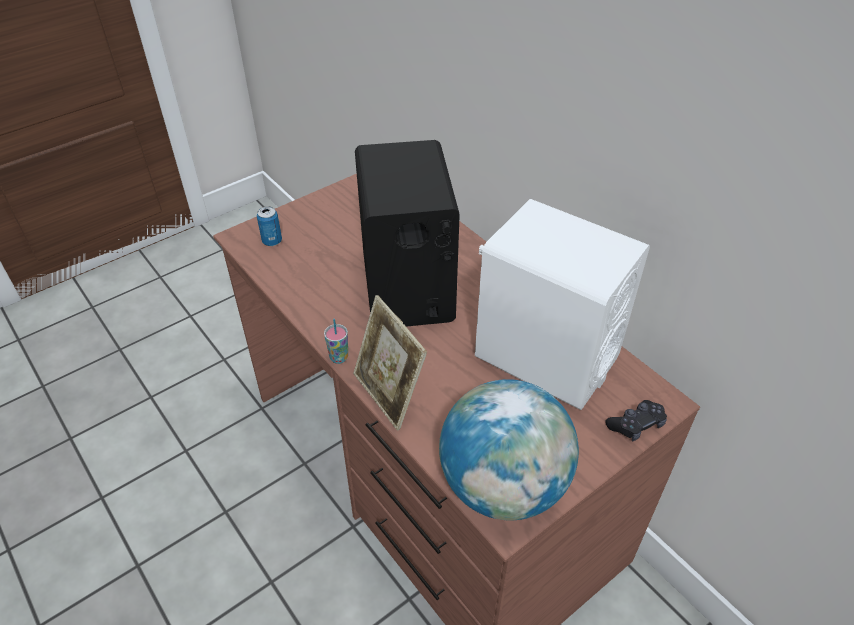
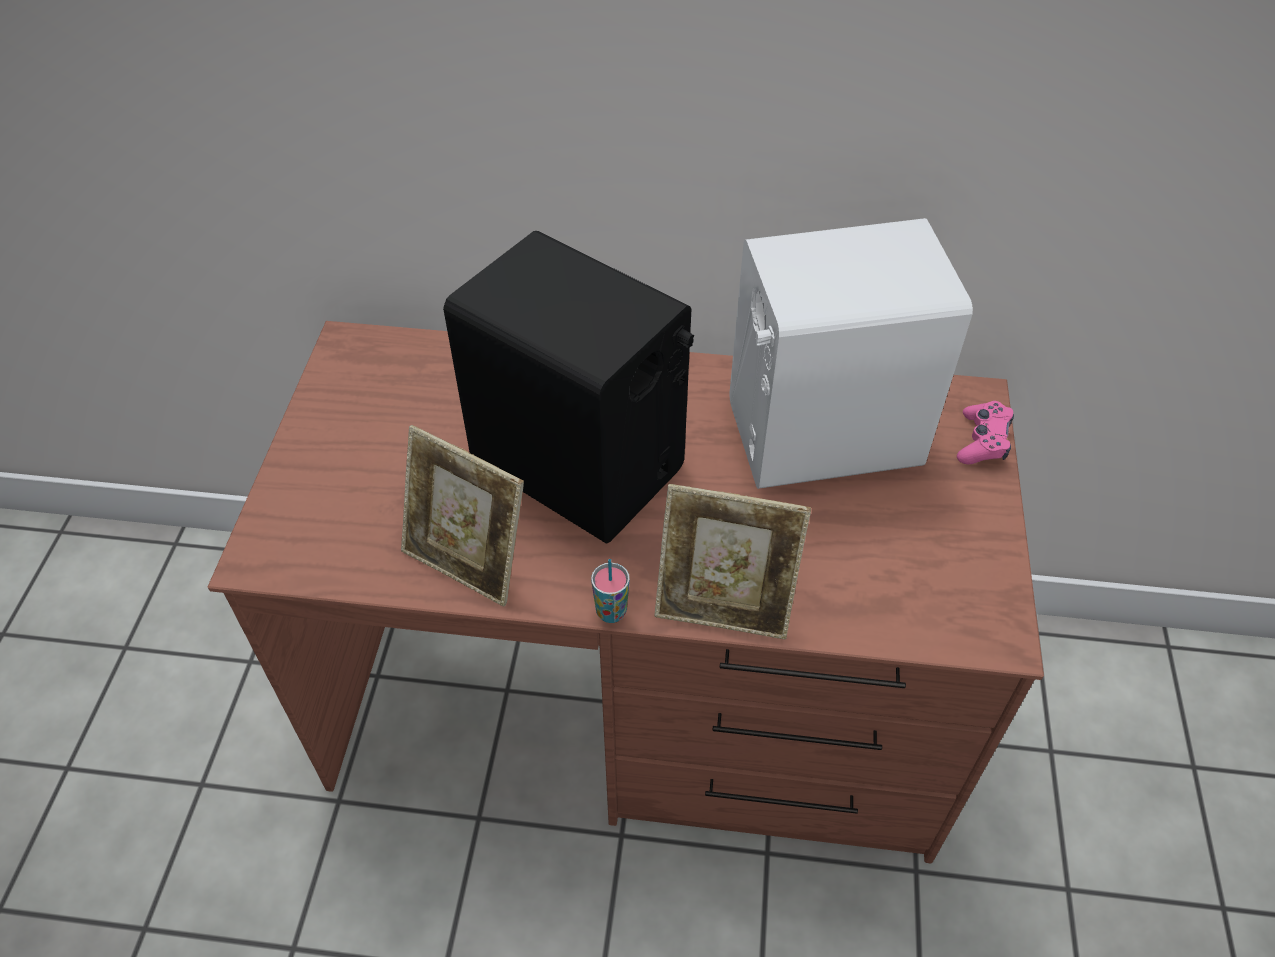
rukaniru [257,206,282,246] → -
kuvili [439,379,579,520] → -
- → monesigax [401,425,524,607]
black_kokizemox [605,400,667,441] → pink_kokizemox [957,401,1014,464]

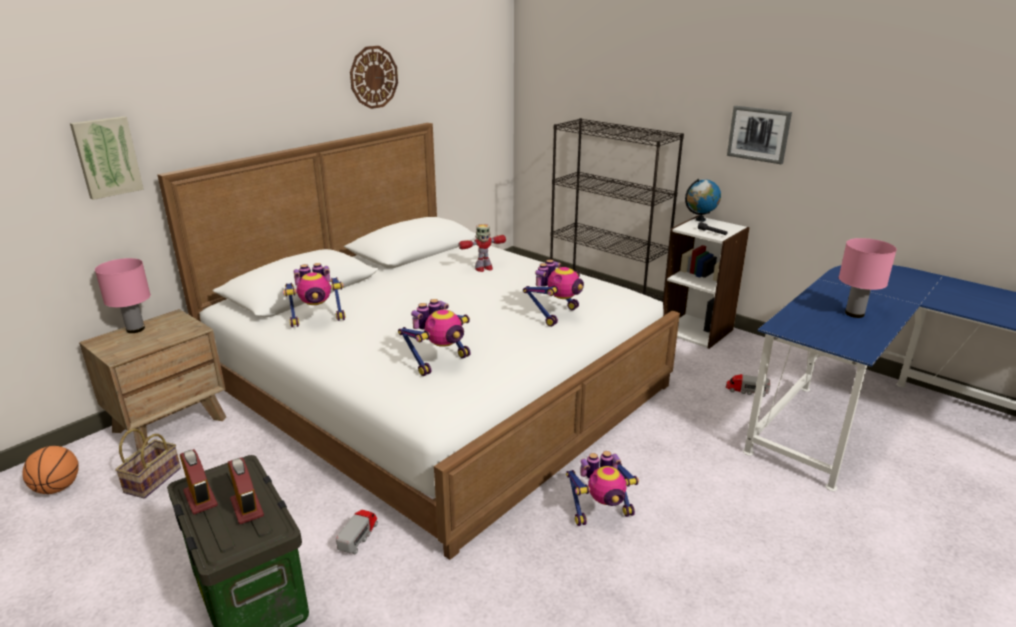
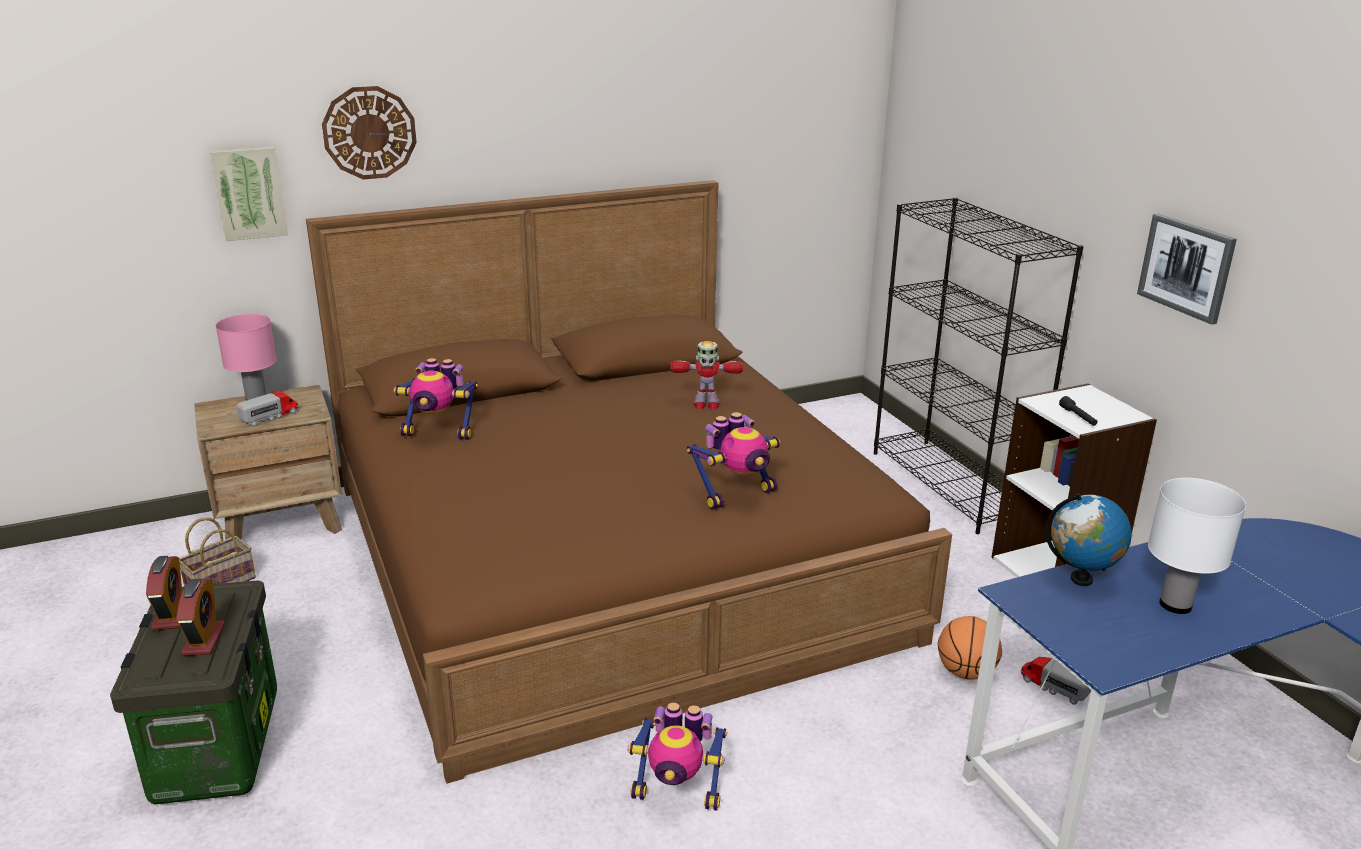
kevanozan [398,299,471,376] → -
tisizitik [22,446,79,494] → tisizitik [938,616,1002,680], relocated
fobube [336,510,378,554] → fobube [236,392,298,427], relocated
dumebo [350,46,398,109] → dumebo [322,86,417,180], relocated
kuvili [685,179,721,222] → kuvili [1045,493,1132,586], relocated
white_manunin [157,123,680,560] → brown_manunin [306,180,952,783]
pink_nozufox [839,238,897,318] → white_nozufox [1148,478,1246,614]

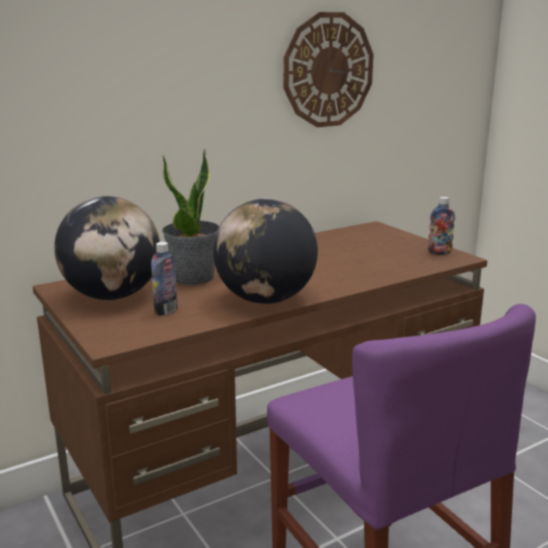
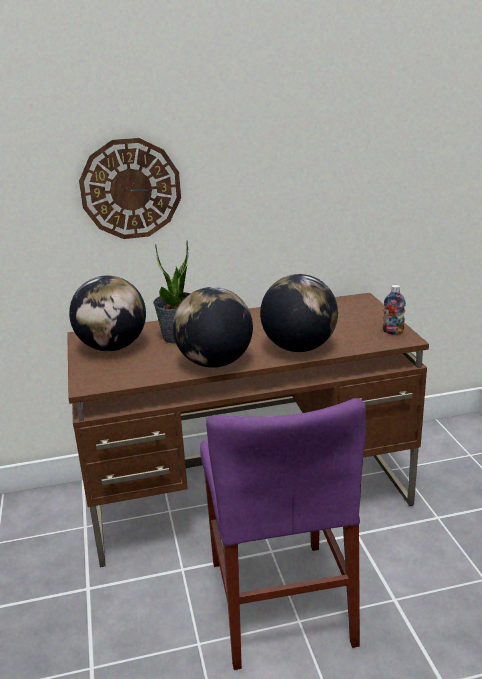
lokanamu [151,242,177,316] → -
- → kuvili [260,274,338,352]
dumebo [284,12,374,127] → dumebo [79,138,181,239], relocated

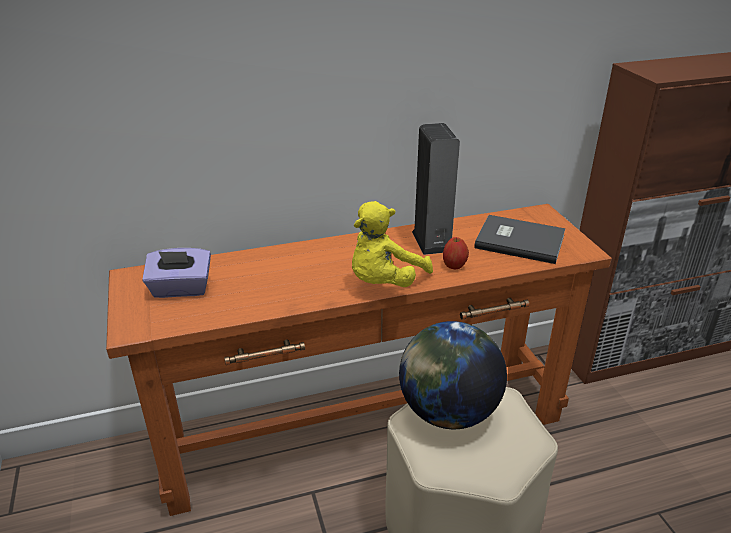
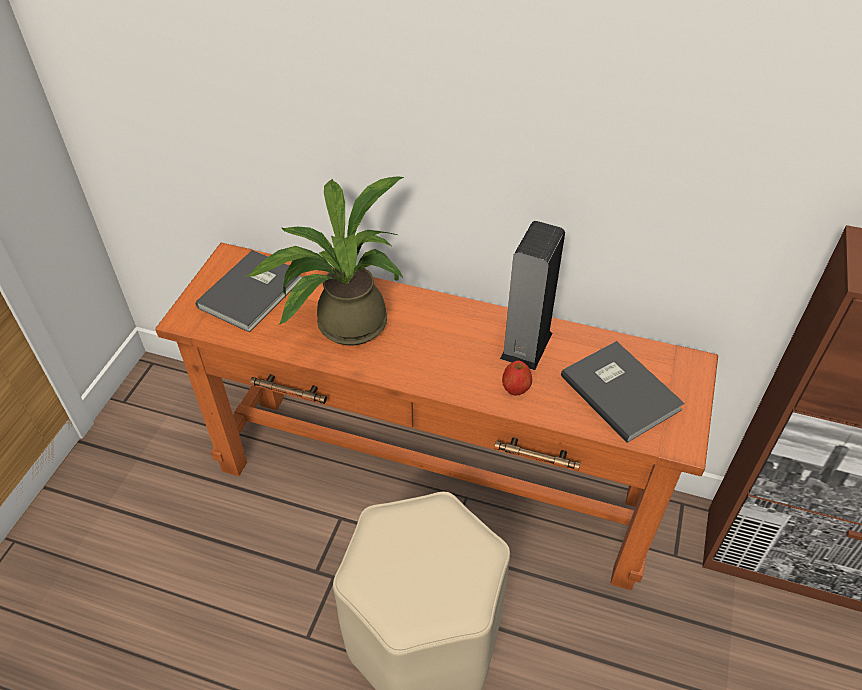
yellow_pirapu [352,201,433,287] → -
kuvili [399,321,507,429] → -
- → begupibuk [244,177,404,345]
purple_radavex [142,248,211,298] → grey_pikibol [196,250,302,333]

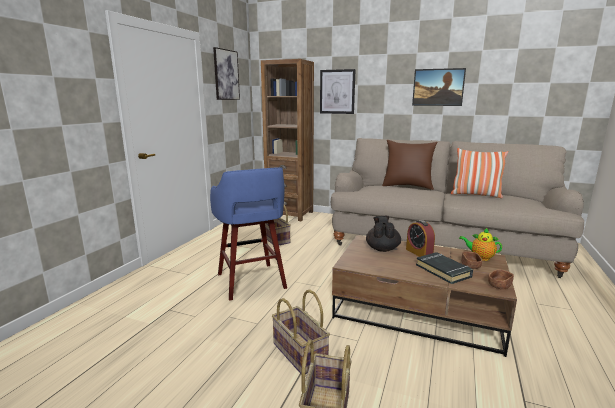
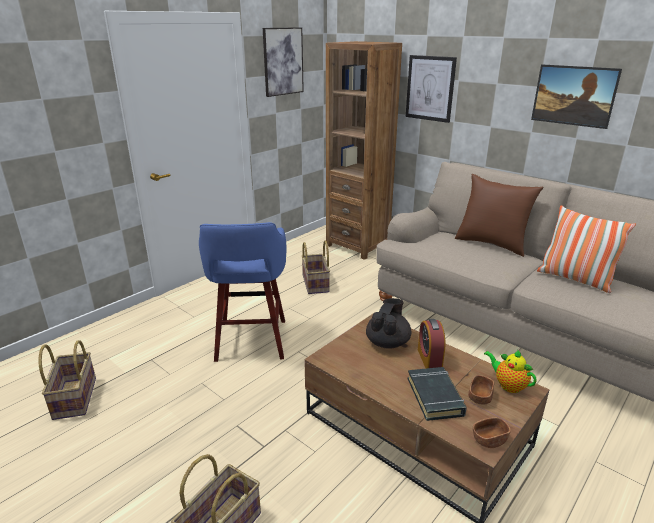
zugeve [272,290,330,374] → zugeve [39,340,96,420], relocated

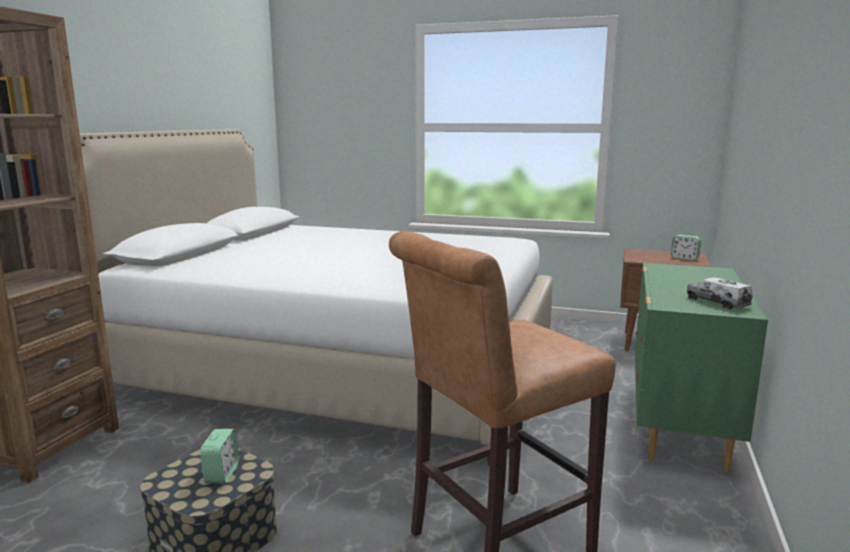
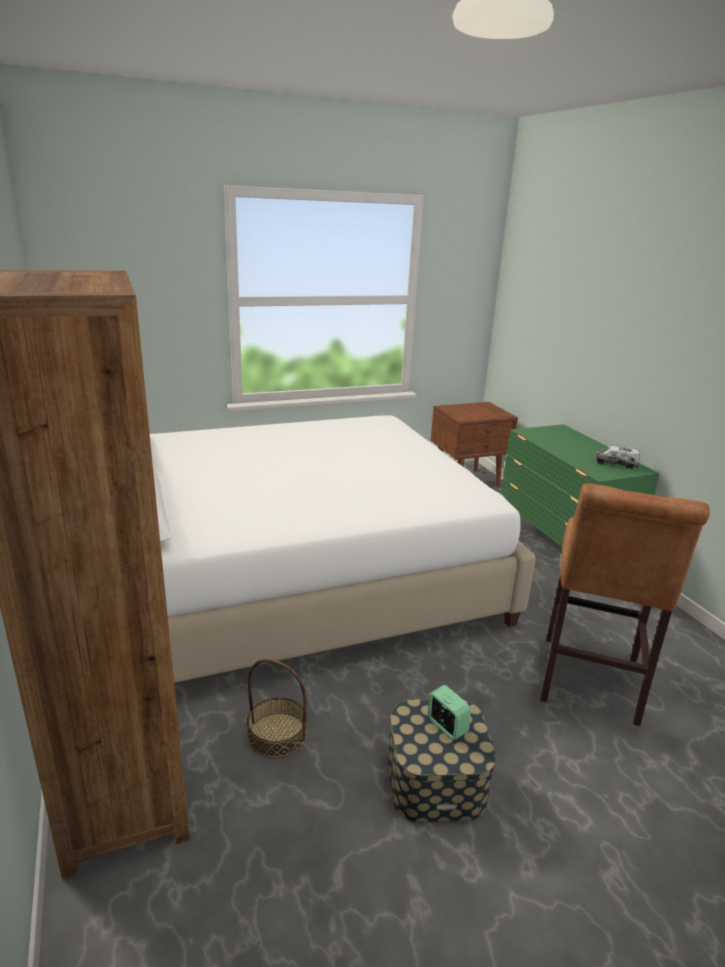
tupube [671,235,701,260] → -
- → zugeve [247,659,307,758]

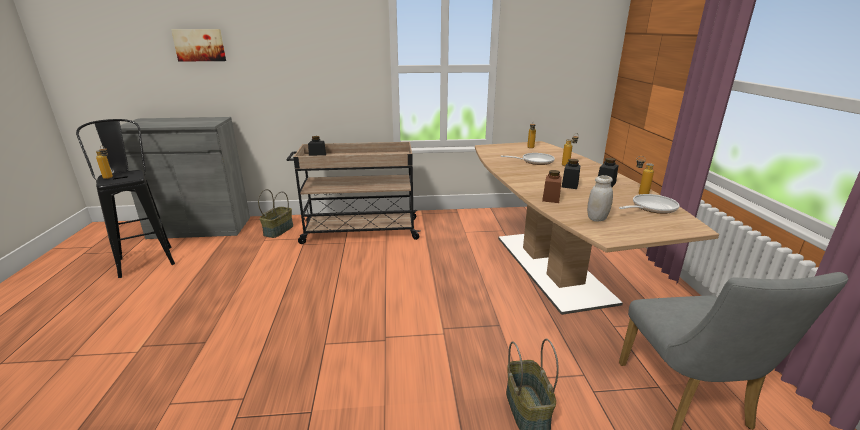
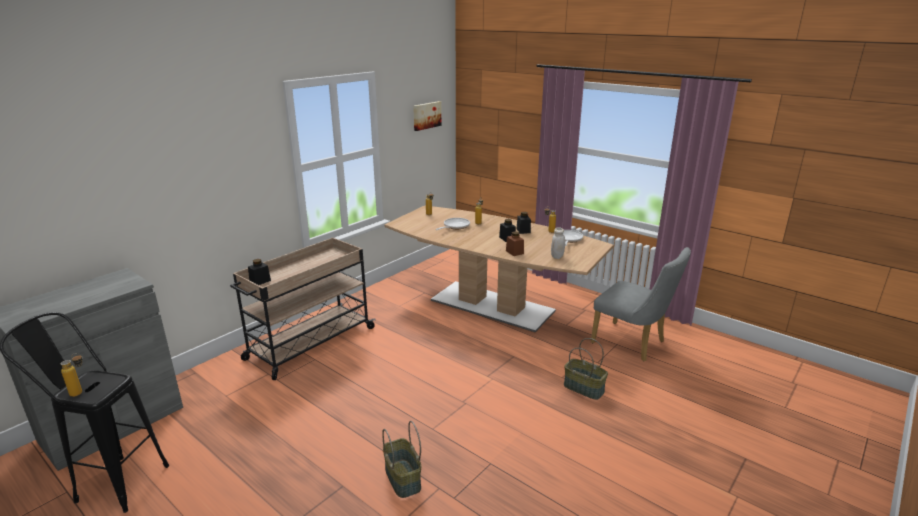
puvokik [171,29,226,61] → puvokik [413,101,441,131], relocated
zugeve [258,189,293,238] → zugeve [382,421,422,498], relocated

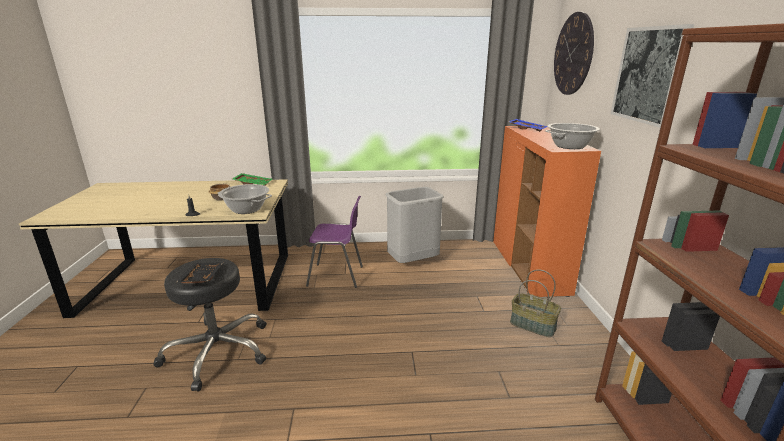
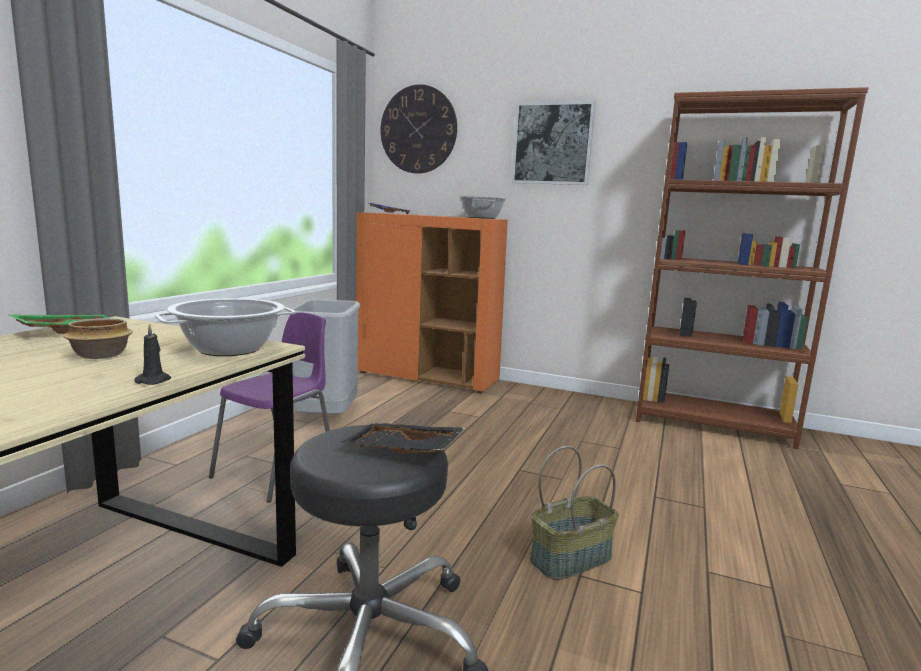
zugeve [510,270,561,337] → zugeve [530,446,619,580], relocated

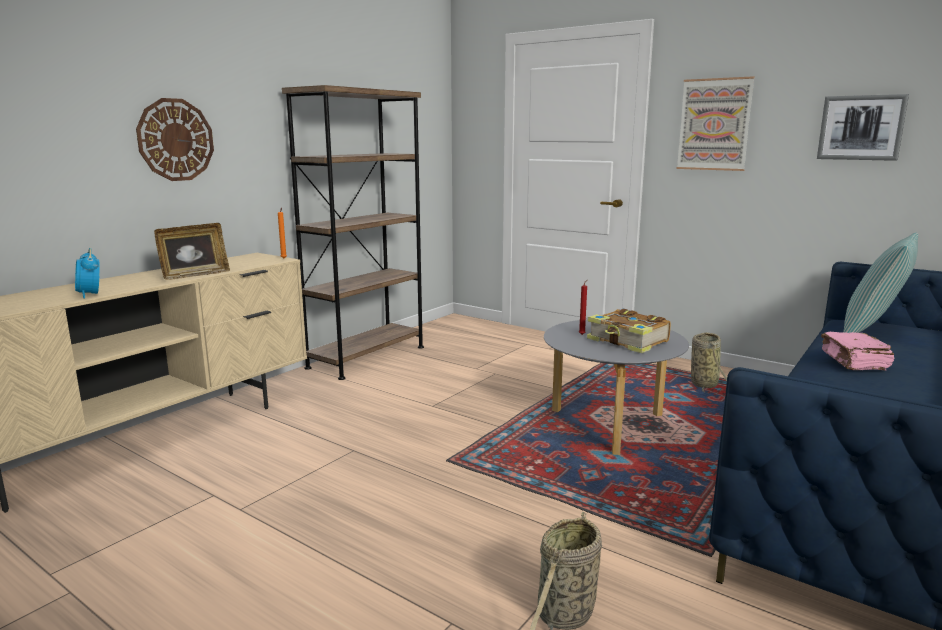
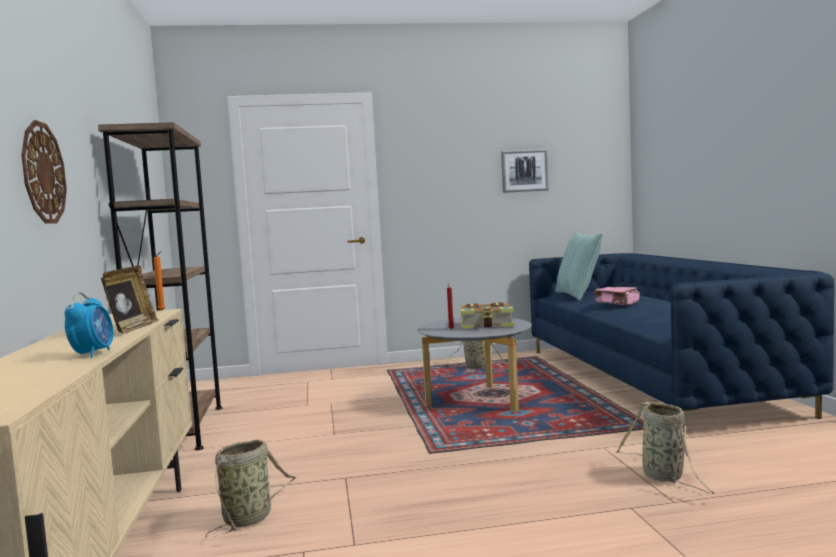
puvokik [677,76,755,171] → -
- → zugeve [206,440,296,537]
tupube [75,248,100,299] → tupube [64,292,114,358], 105 degrees counterclockwise

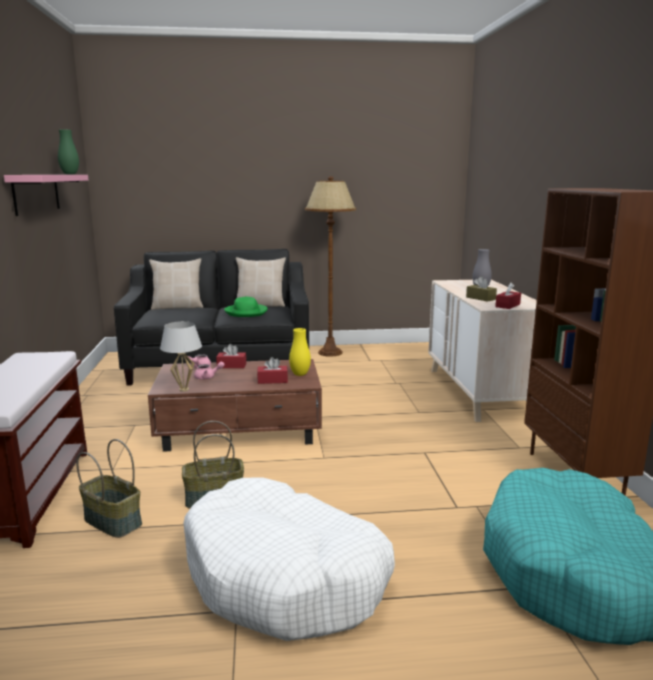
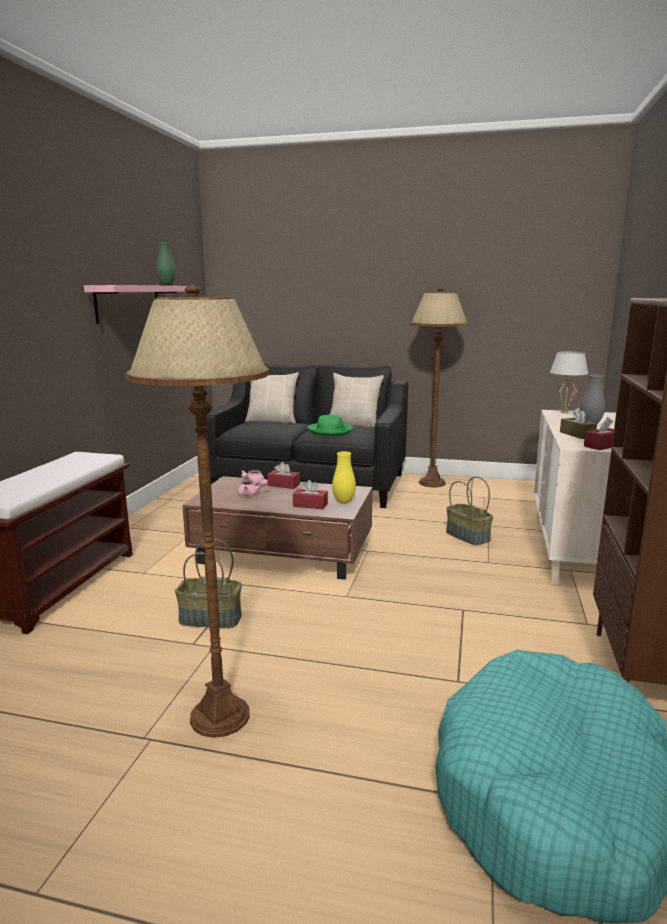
zugeve [76,439,142,538] → zugeve [446,476,493,546], relocated
white_nozufox [160,321,202,392] → white_nozufox [550,351,588,413], relocated
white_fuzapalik [183,477,395,641] → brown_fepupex [126,284,269,738]

